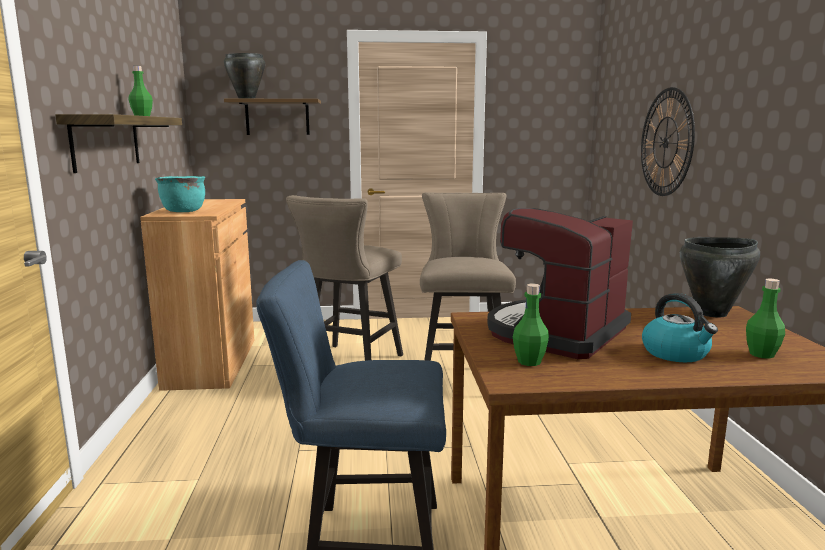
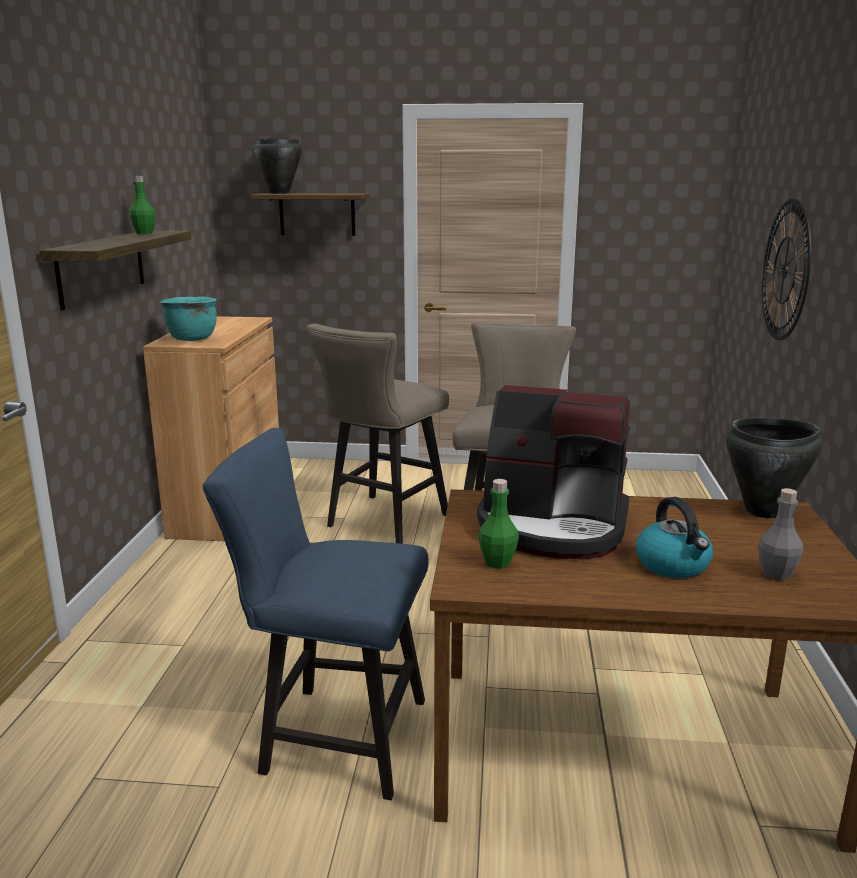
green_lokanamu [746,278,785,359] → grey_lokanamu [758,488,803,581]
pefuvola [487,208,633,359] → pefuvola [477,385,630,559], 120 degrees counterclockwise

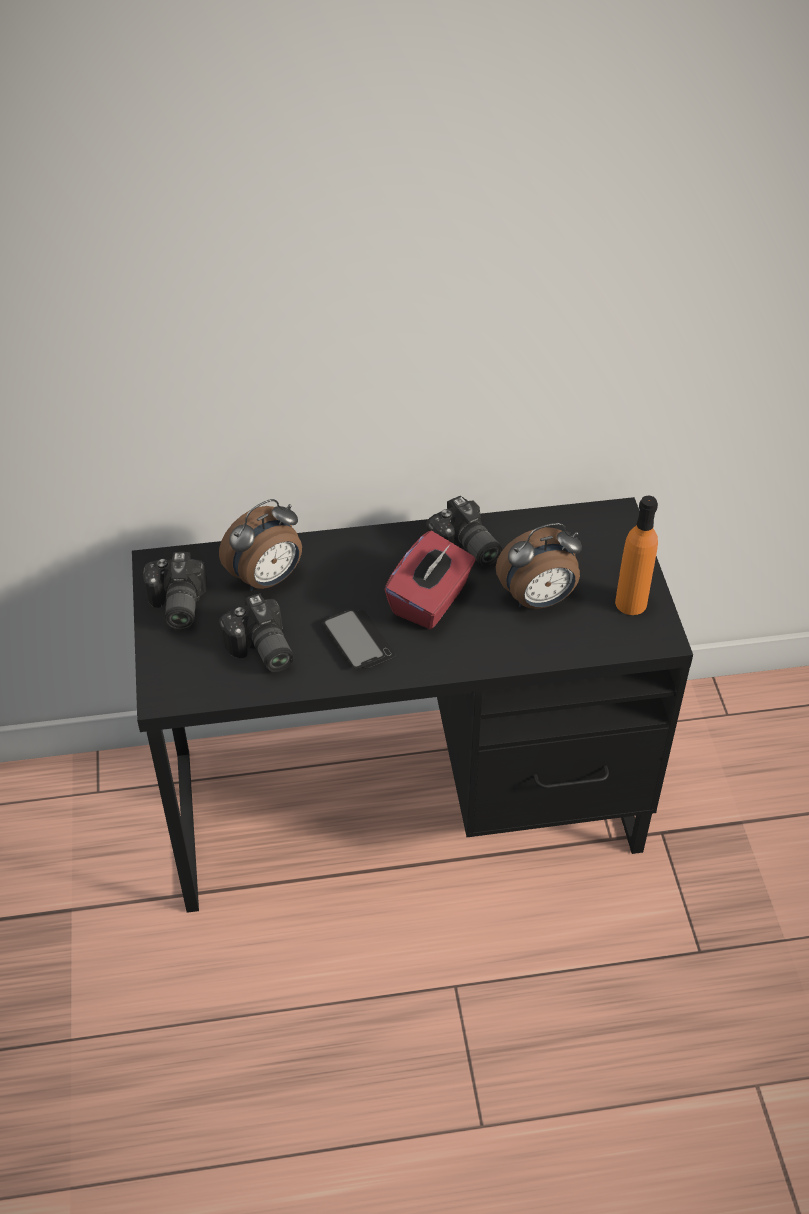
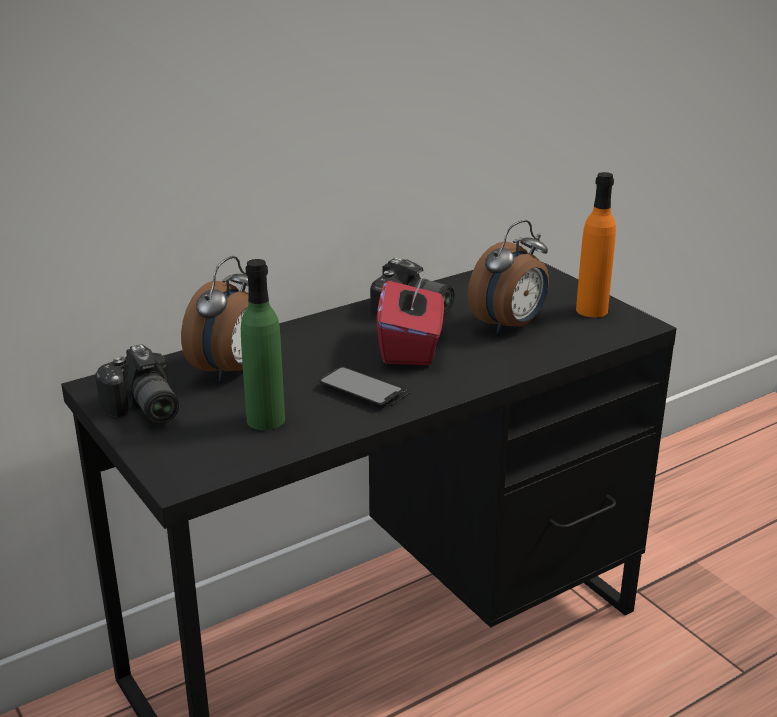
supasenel [219,593,293,672] → green_lokanamu [241,259,285,430]

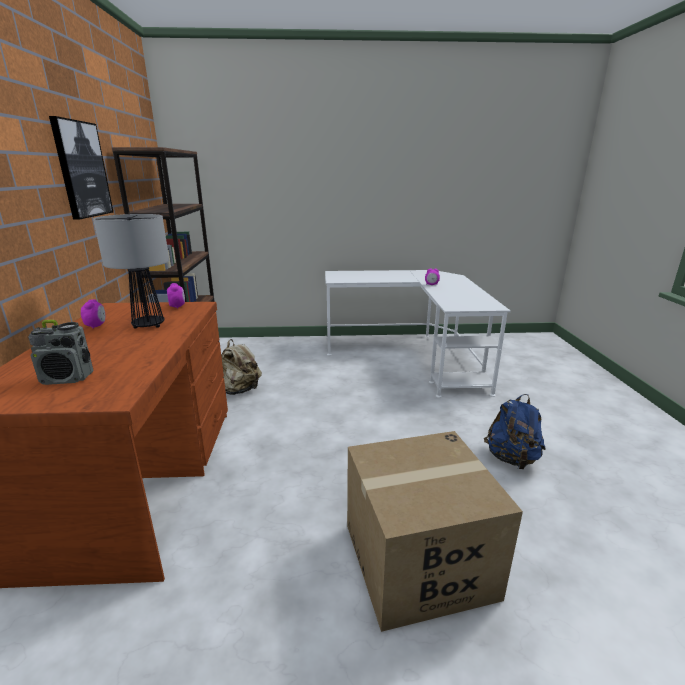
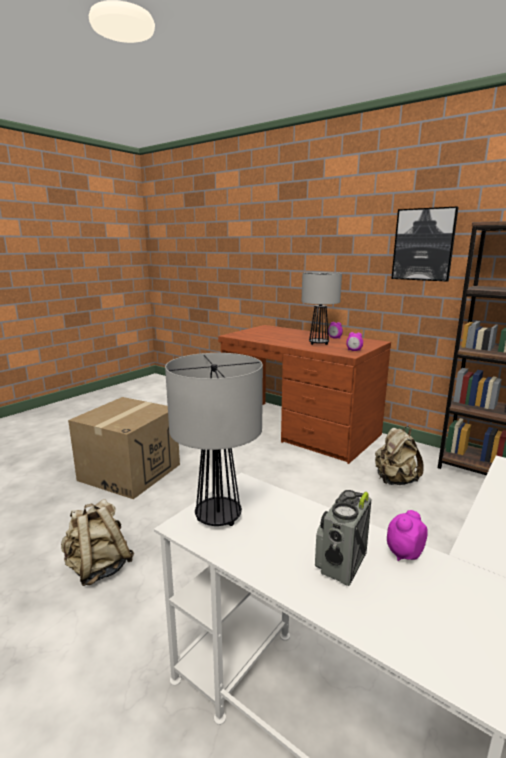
- → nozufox [165,353,263,526]
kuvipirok [28,320,94,385] → kuvipirok [315,490,372,586], relocated
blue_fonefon [484,394,546,469] → beige_fonefon [61,499,134,586]

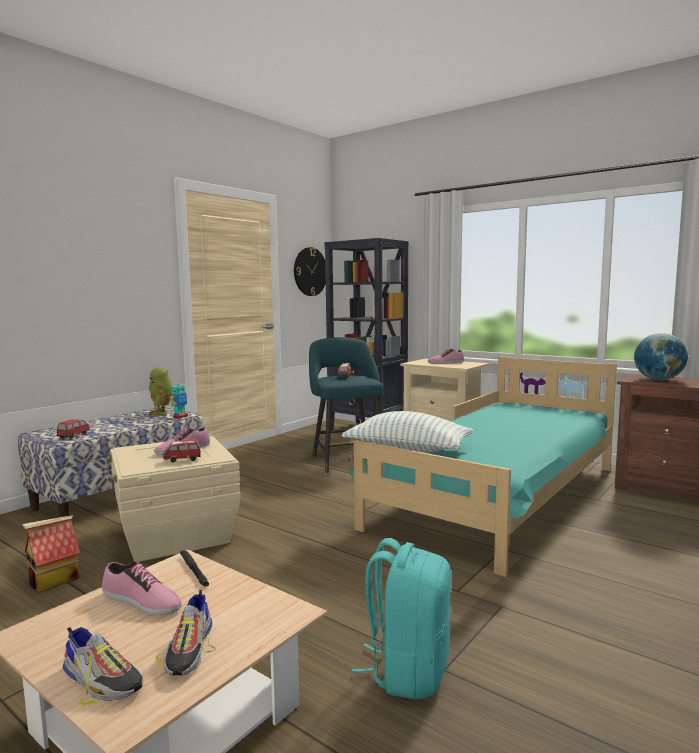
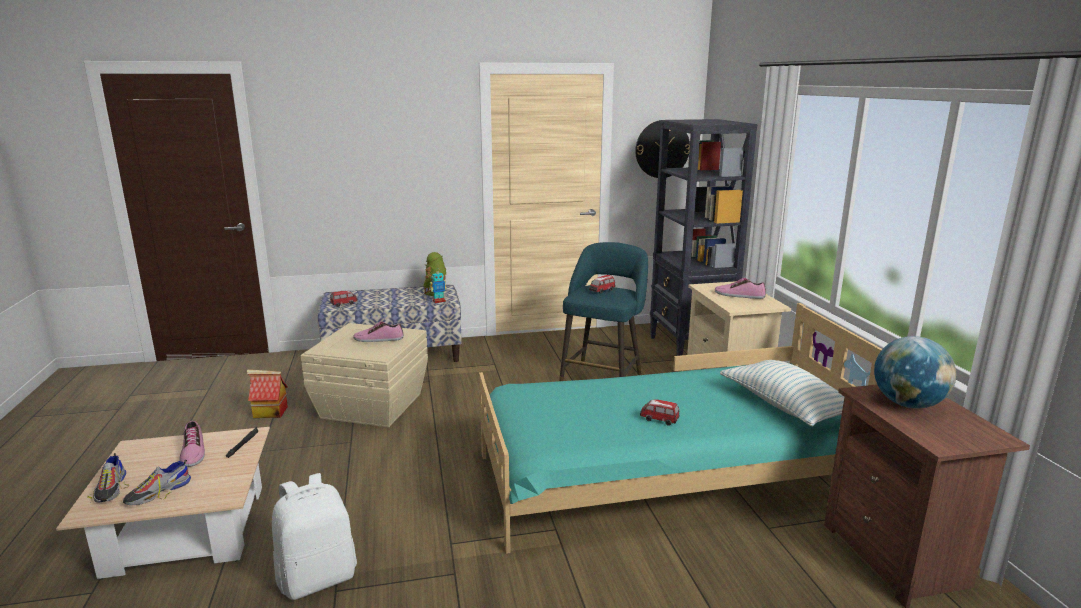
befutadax [163,439,201,463] → befutadax [640,400,680,426], relocated
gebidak [342,411,474,453] → gebidak [720,360,844,426], relocated
turquoise_fonefon [352,538,451,699] → white_fonefon [272,473,357,600]

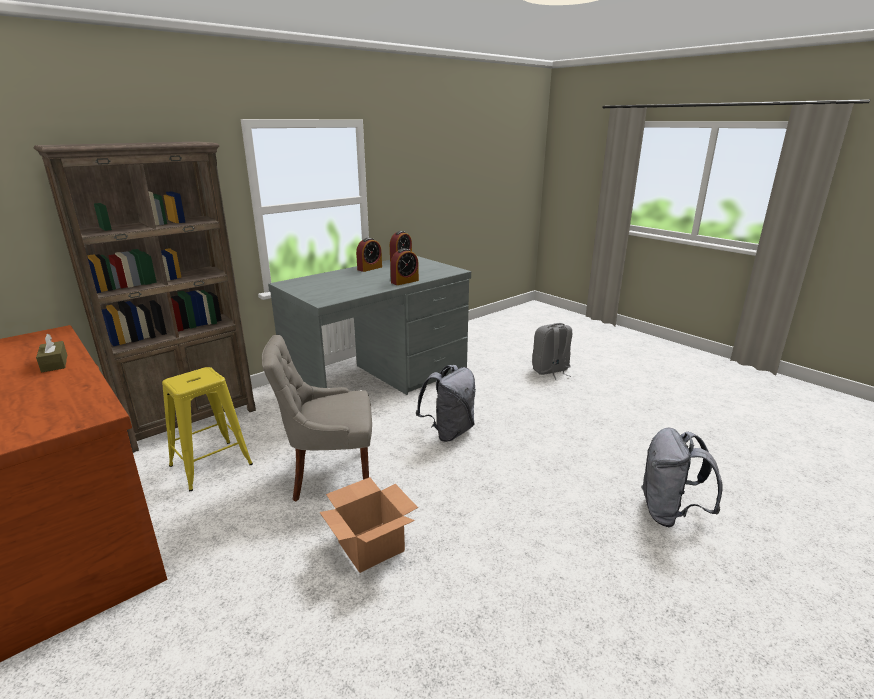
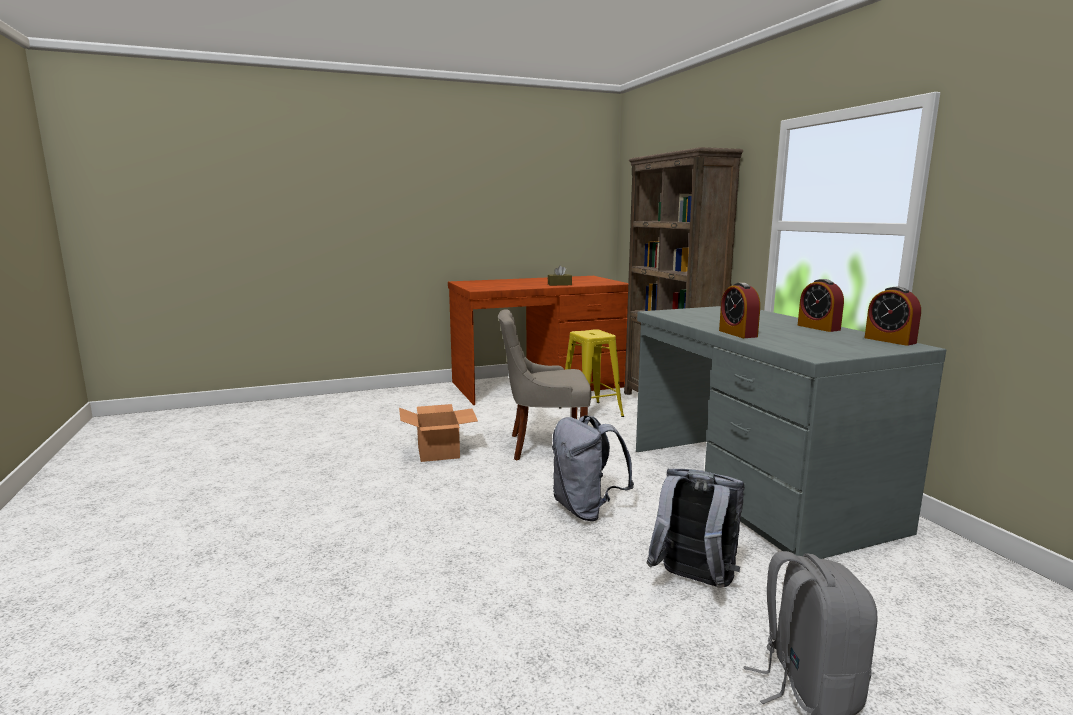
grey_fonefon [641,428,723,527] → grey_fonefon [647,469,745,588], relocated
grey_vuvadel [262,335,372,501] → grey_vuvadel [498,309,591,460], 105 degrees counterclockwise

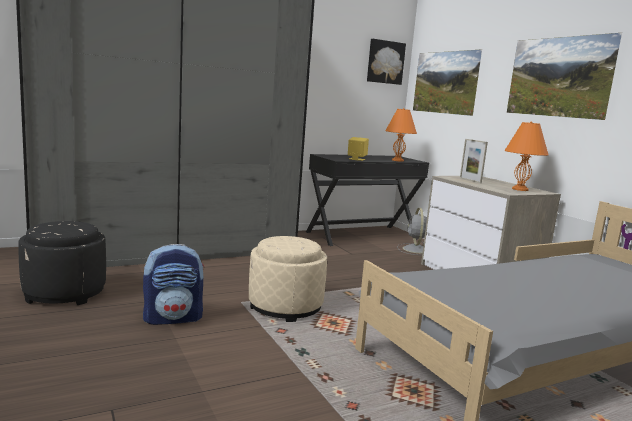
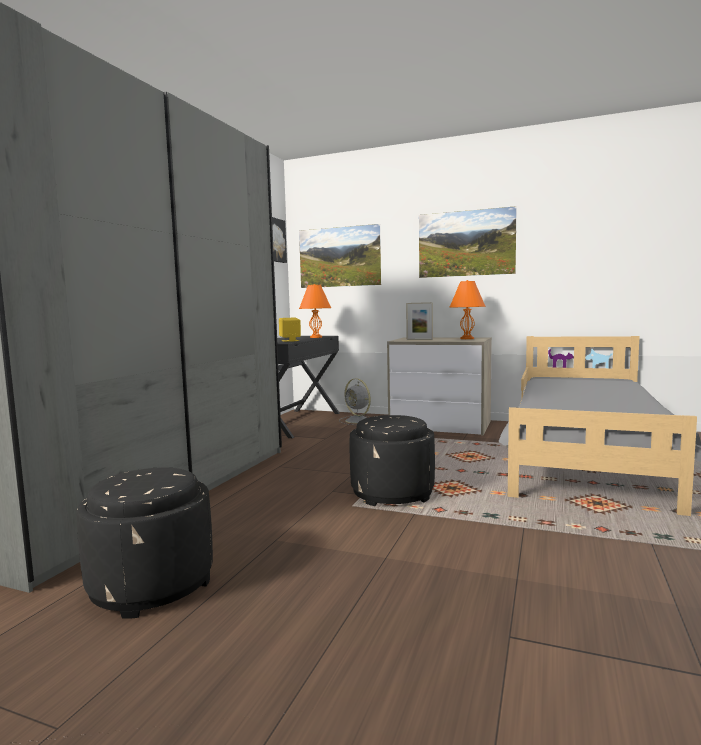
fonefon [143,244,204,325] → -
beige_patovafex [249,236,327,322] → black_patovafex [350,415,435,506]

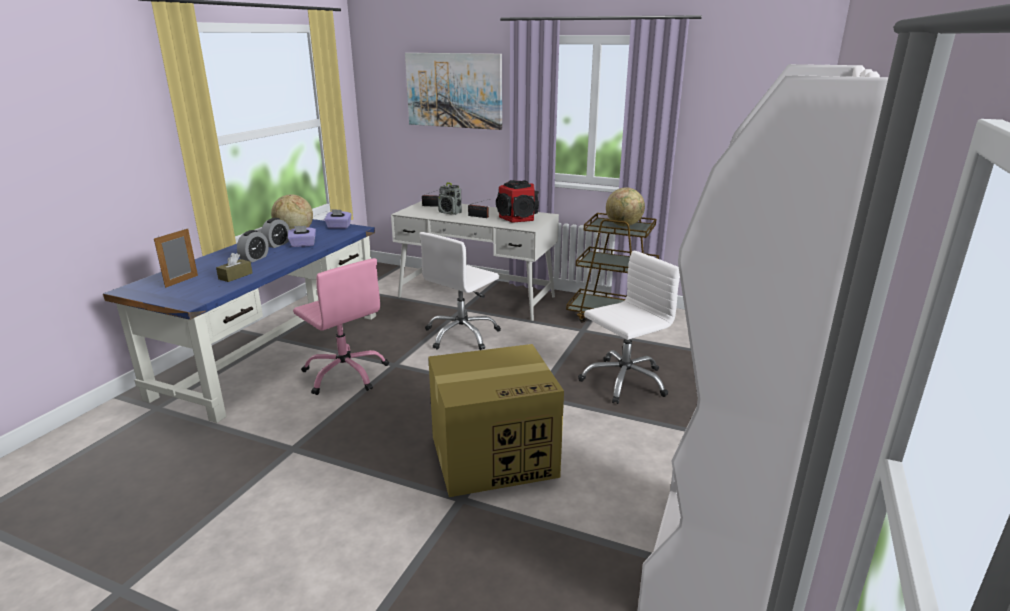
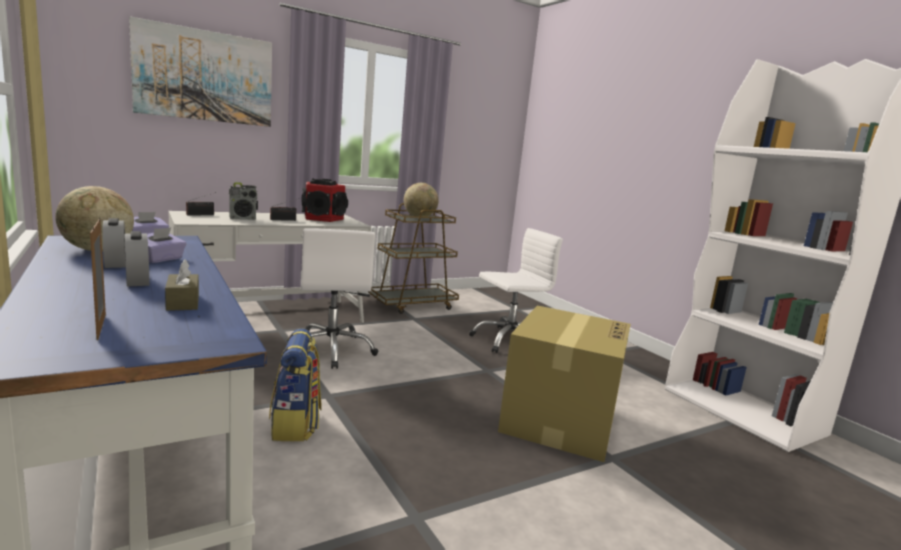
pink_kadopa [293,258,389,395] → fonefon [269,329,322,441]
white_kadopa [578,250,680,404] → white_kadopa [469,228,563,353], 60 degrees clockwise

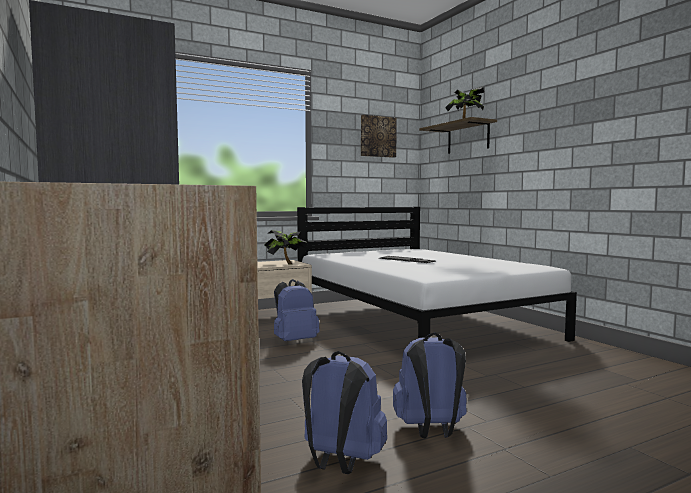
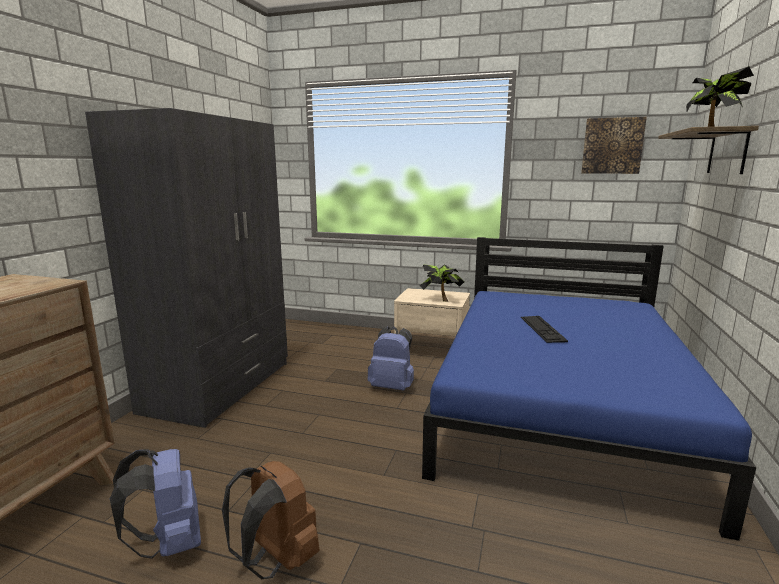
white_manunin [297,207,577,342] → blue_manunin [422,237,756,541]
blue_fonefon [393,332,466,438] → brown_fonefon [222,461,320,579]

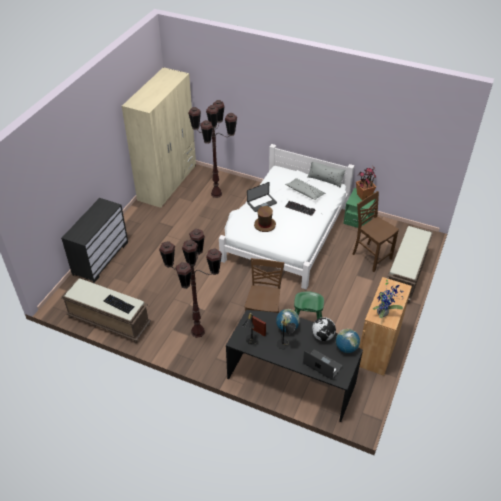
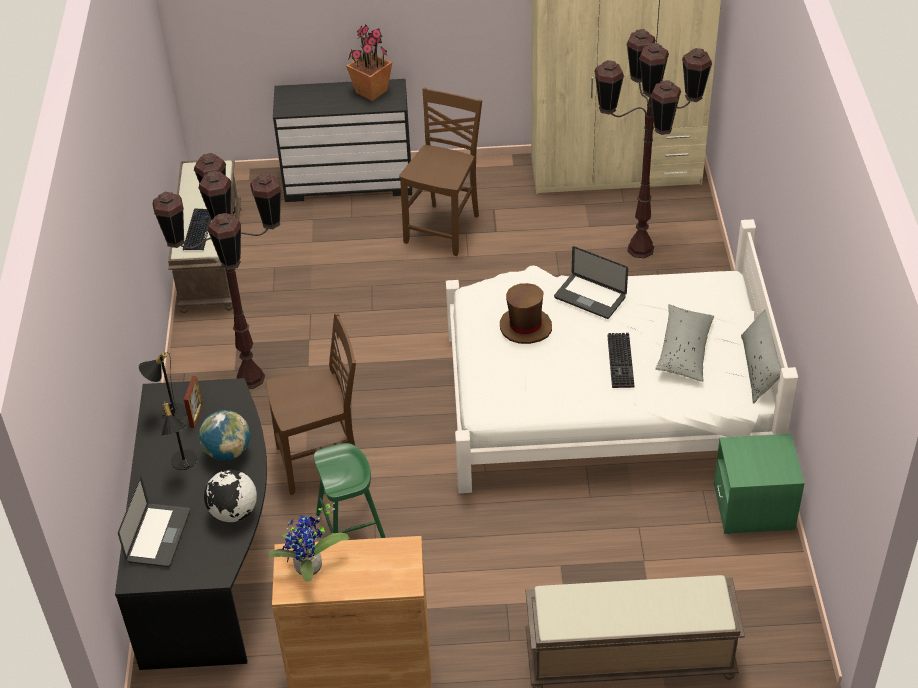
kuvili [336,329,360,353] → -
brown_vuvadel [353,191,399,272] → brown_vuvadel [399,88,482,256], relocated
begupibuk [356,167,376,200] → begupibuk [346,25,392,101], relocated

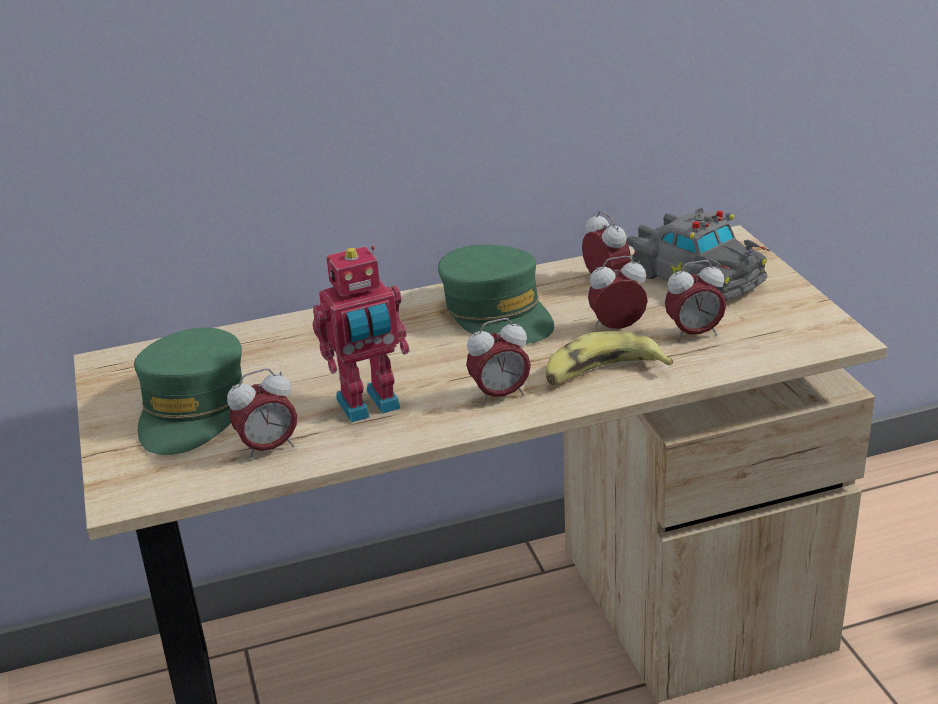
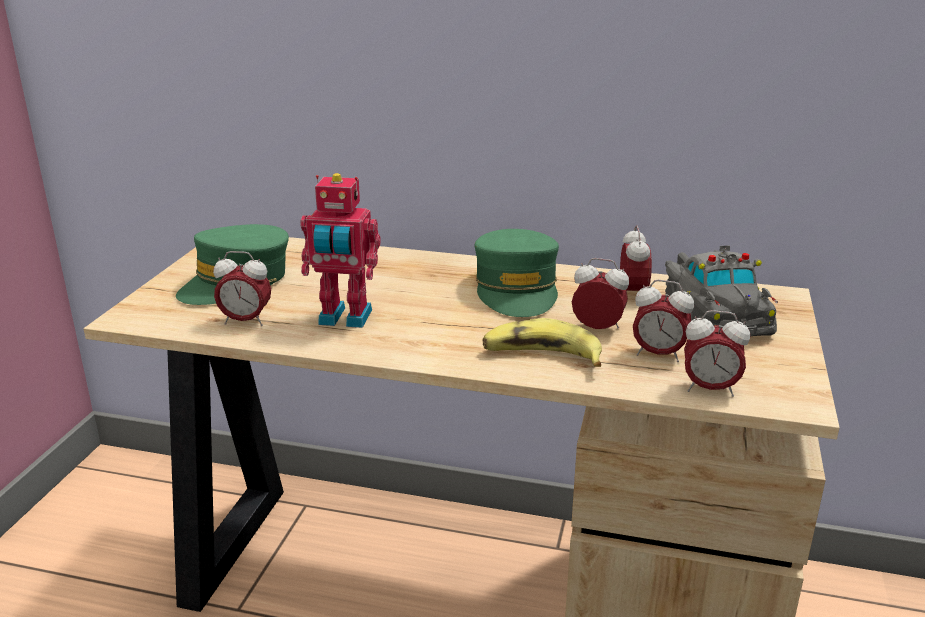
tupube [466,318,531,405] → tupube [684,310,750,397], relocated

